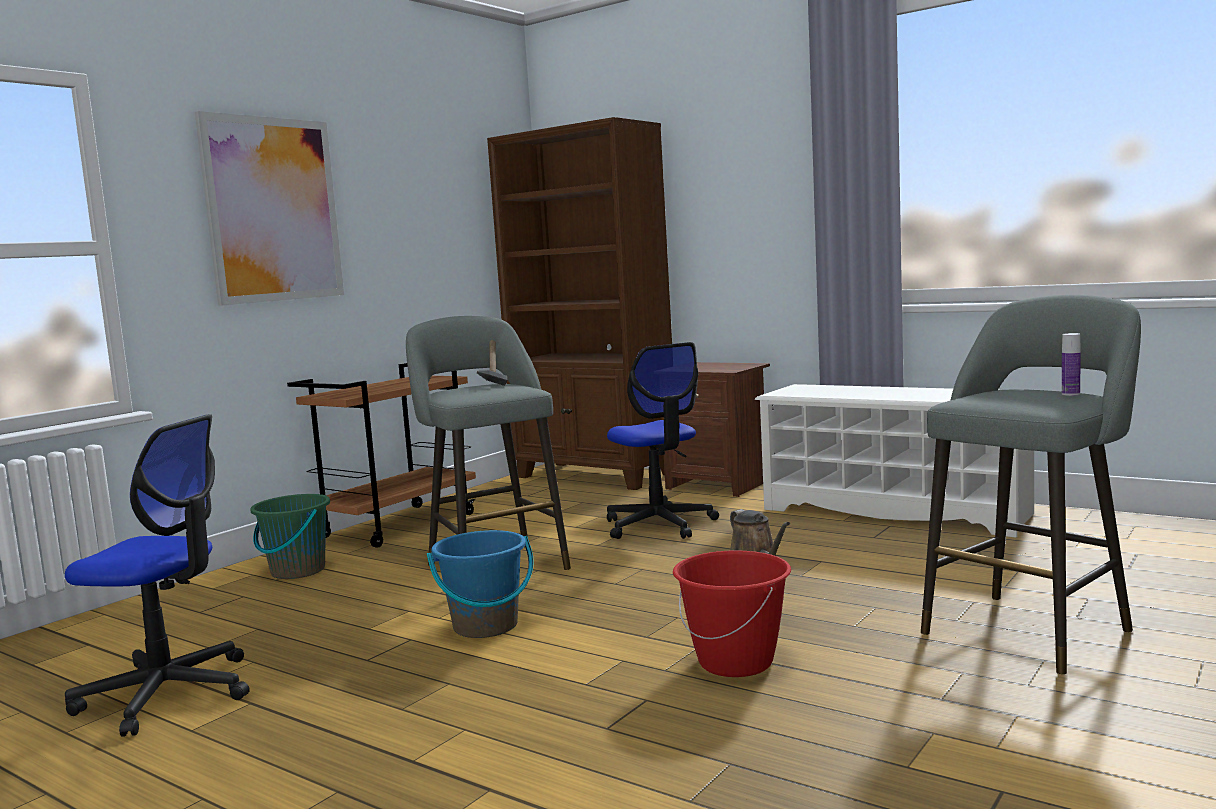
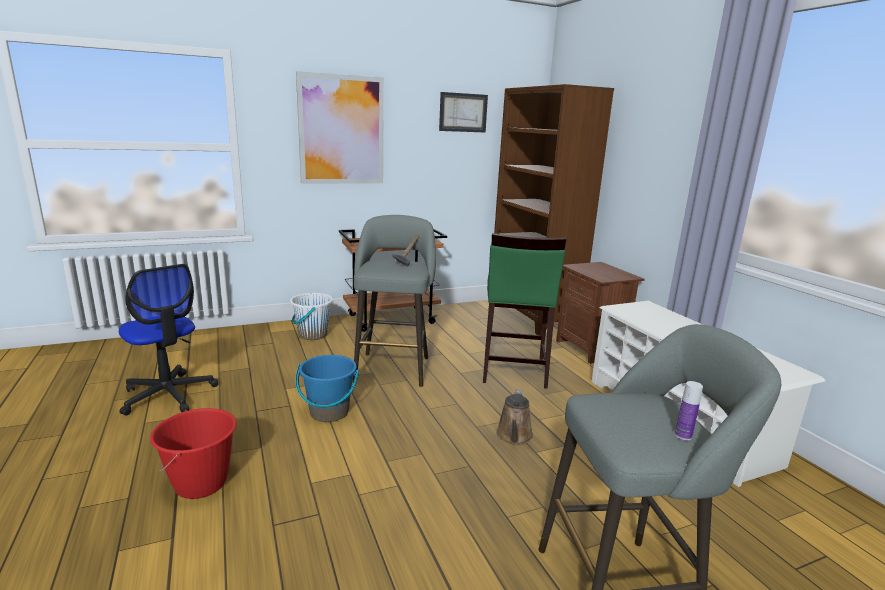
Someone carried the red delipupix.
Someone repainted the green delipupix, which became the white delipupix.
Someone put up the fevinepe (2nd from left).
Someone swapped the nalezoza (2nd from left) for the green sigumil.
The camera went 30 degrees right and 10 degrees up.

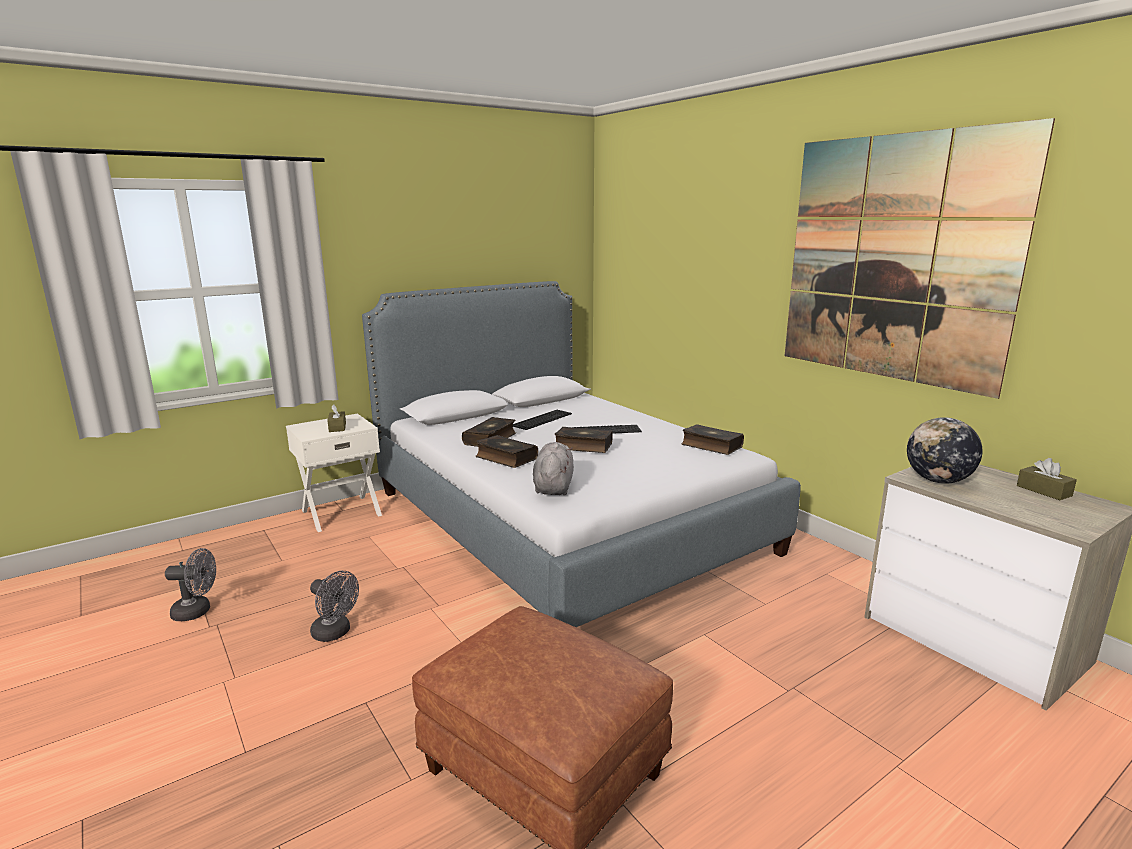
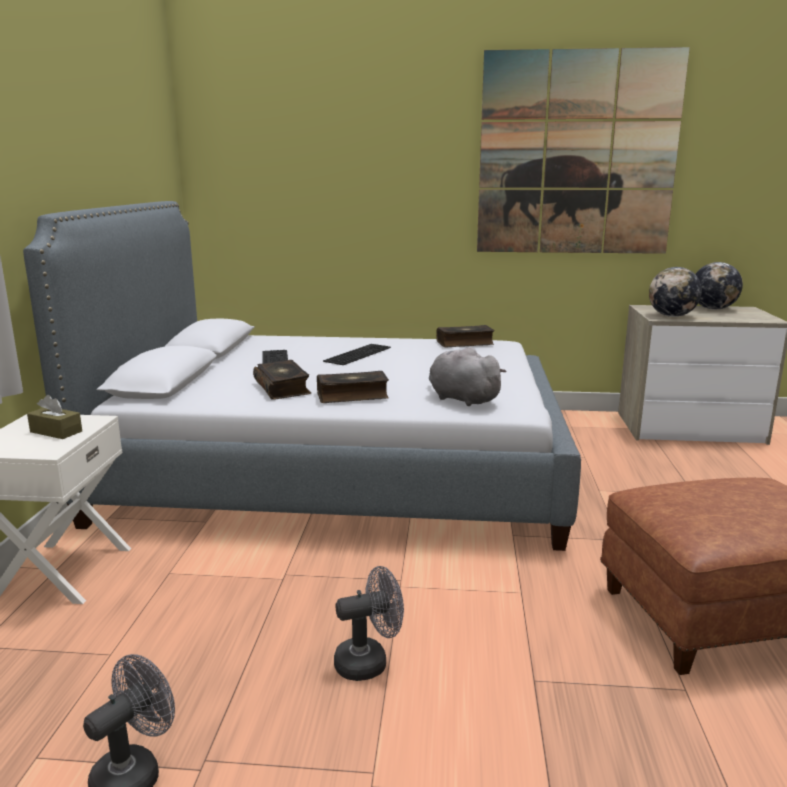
Someone swapped the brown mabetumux (2nd from left) for the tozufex (2nd from left).
Someone took away the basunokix (3rd from left).
The camera went 50 degrees left and 0 degrees up.

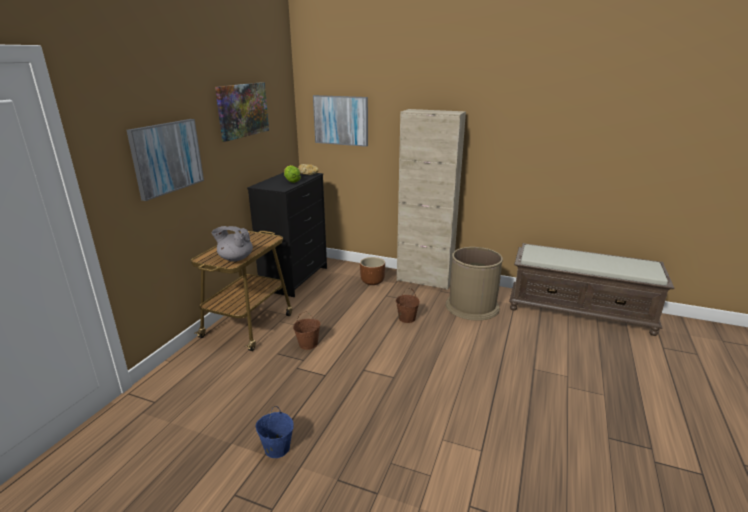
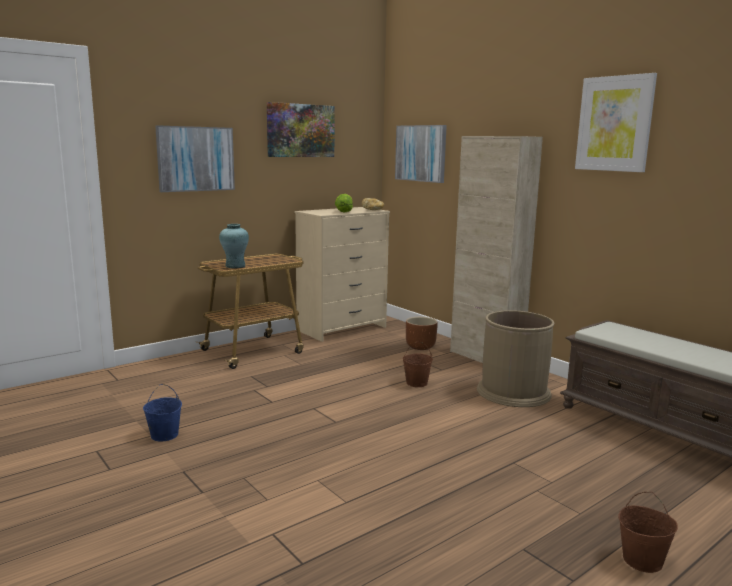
Someone swapped the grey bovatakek for the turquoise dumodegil.
Someone repainted the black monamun, which became the beige monamun.
Someone put up the fevinepe (4th from left).
Someone carried the brown delipupix (1st from left in the first image).
The camera went 30 degrees right and 10 degrees down.

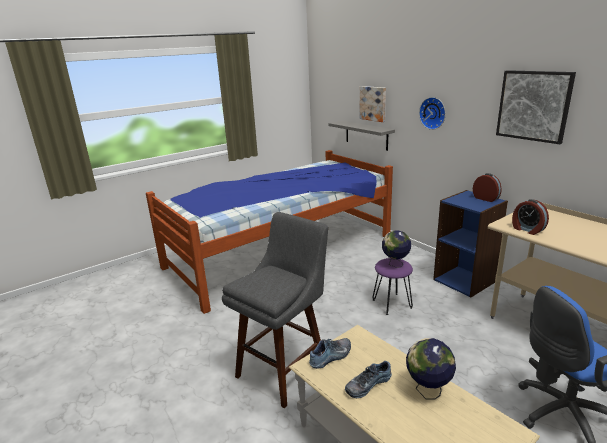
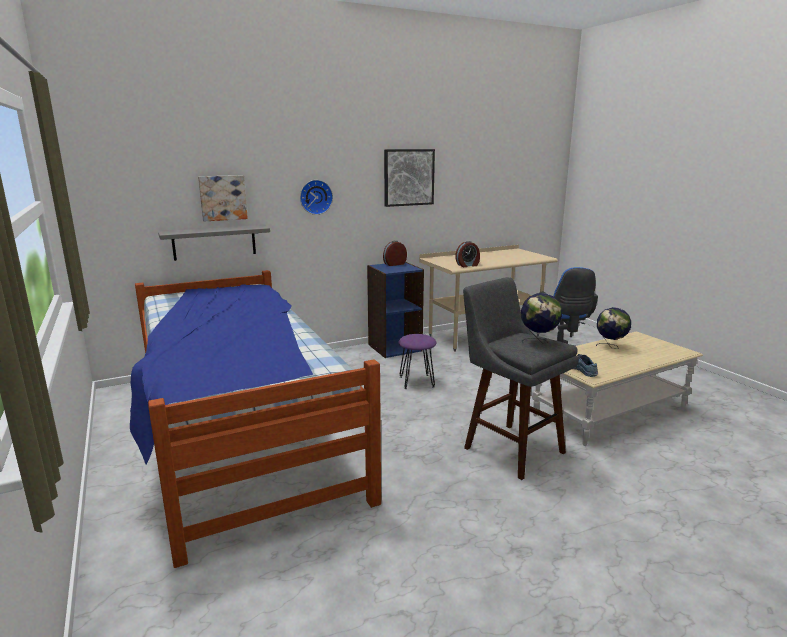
Someone carried the tozufex (1st from left).
Someone took away the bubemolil (2nd from left).
The camera went 80 degrees left and 5 degrees down.

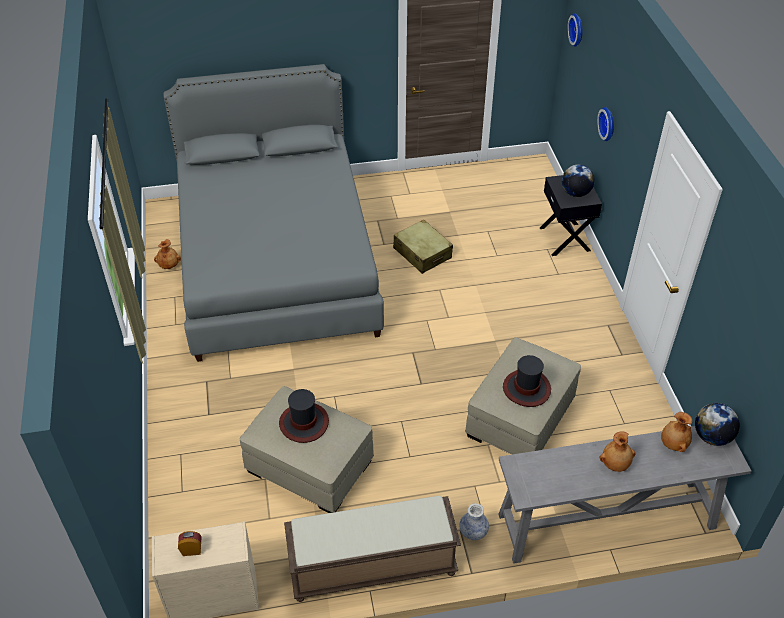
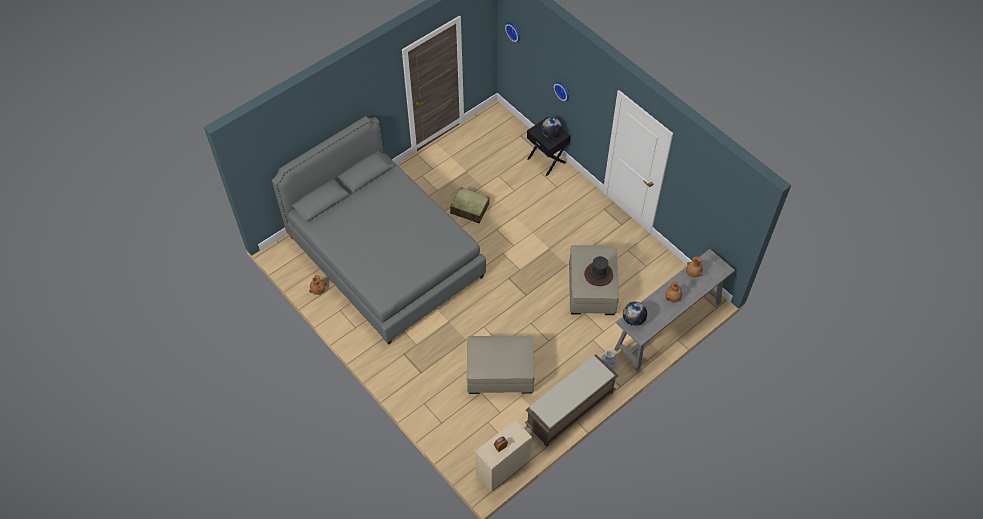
Someone carried the tozufex (2nd from left).
Someone took away the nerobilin (1st from left).
The camera went 30 degrees left and 10 degrees up.

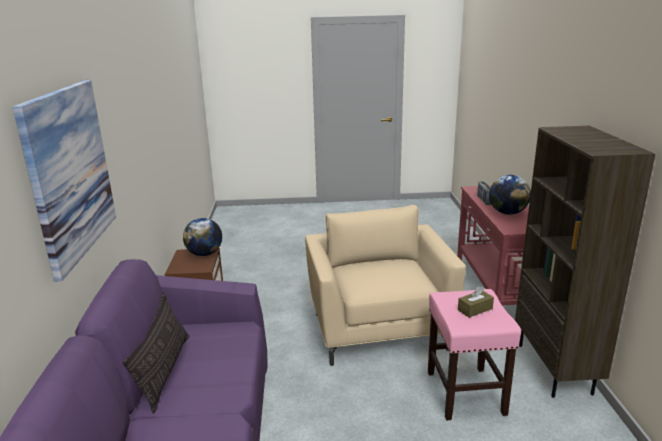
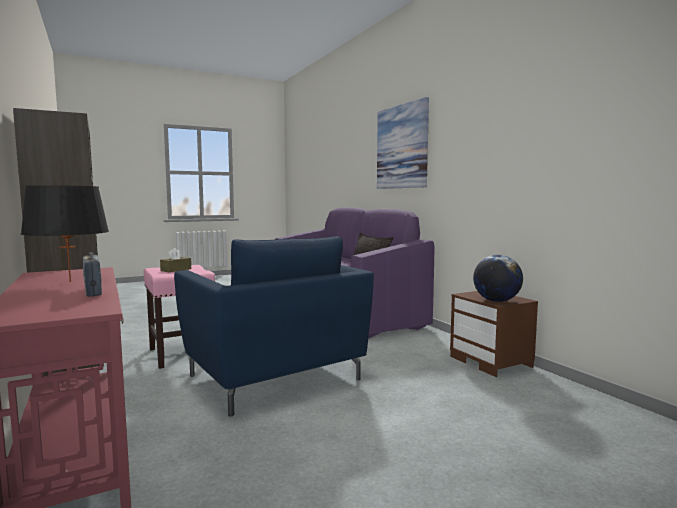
Someone swapped the tozufex (2nd from left) for the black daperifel.
Someone repainted the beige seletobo, which became the blue seletobo.
The camera went 155 degrees right and 15 degrees down.

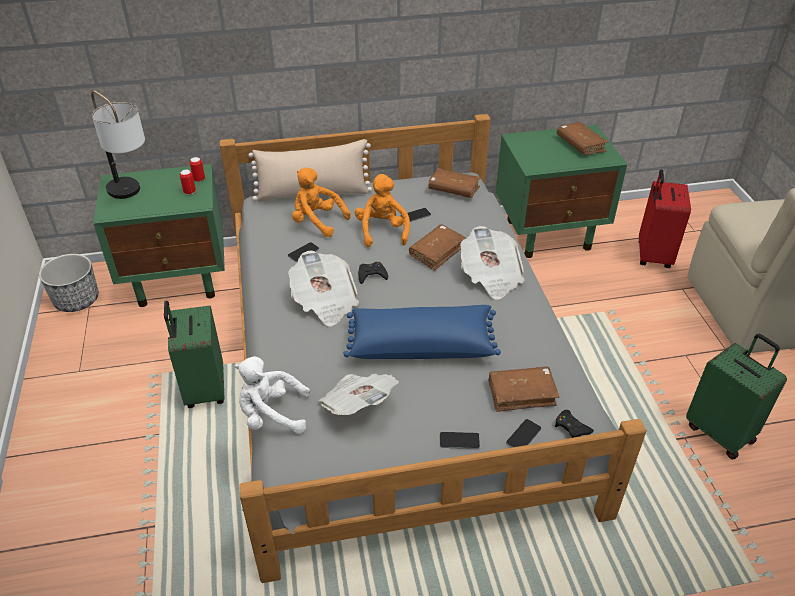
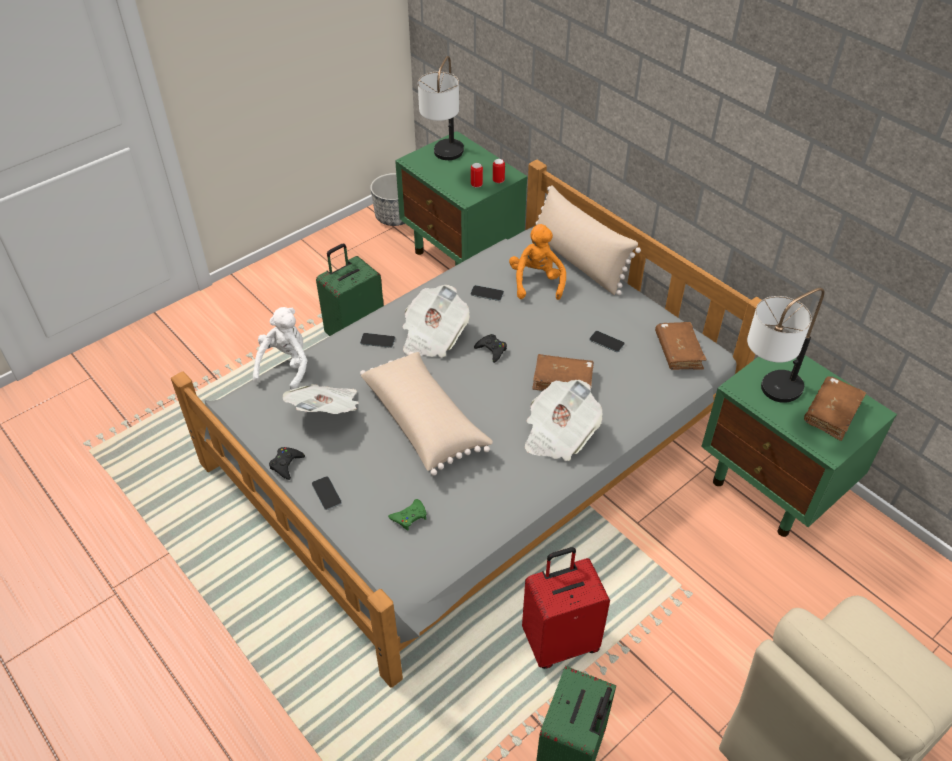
Someone rotated the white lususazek by 45 degrees clockwise.
Someone carried the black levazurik (2nd from left in the first image).
Someone carried the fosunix (4th from left in the first image).
Someone repainted the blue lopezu, which became the beige lopezu (1st from left).
Someone swapped the brown basunokix (3rd from left) for the green levazurik.
Someone carried the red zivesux.
Someone put down the daperifel (2nd from left).
Someone took away the orange lususazek (2nd from left).
The camera went 60 degrees right and 5 degrees up.

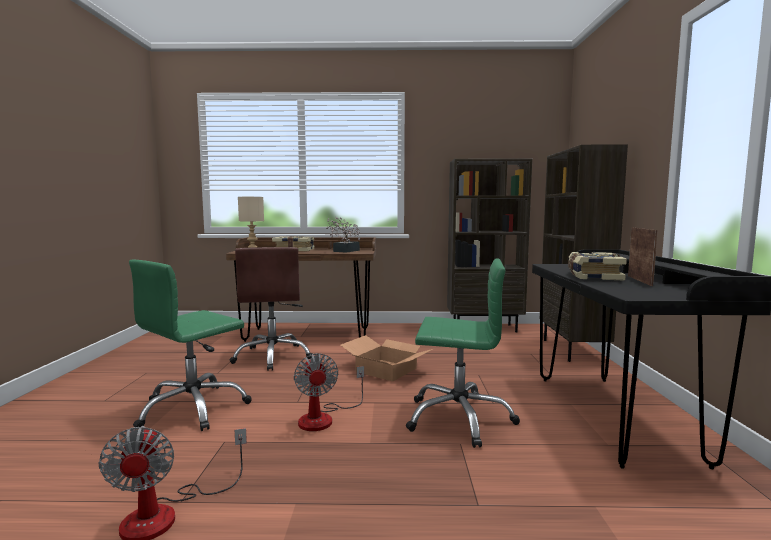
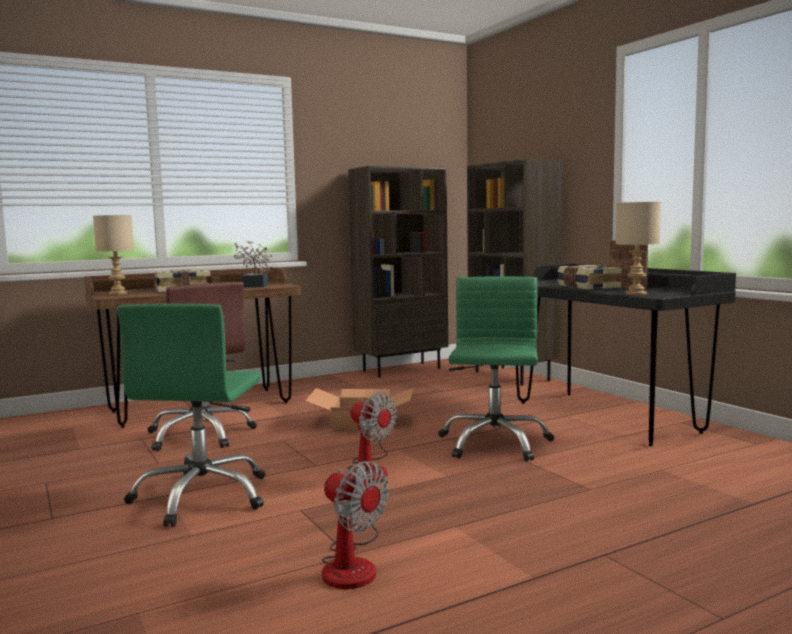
Someone rotated the green nalezoza (2nd from left) by 60 degrees counterclockwise.
Someone put down the beige daperifel (2nd from left).
The camera went 30 degrees left and 0 degrees up.

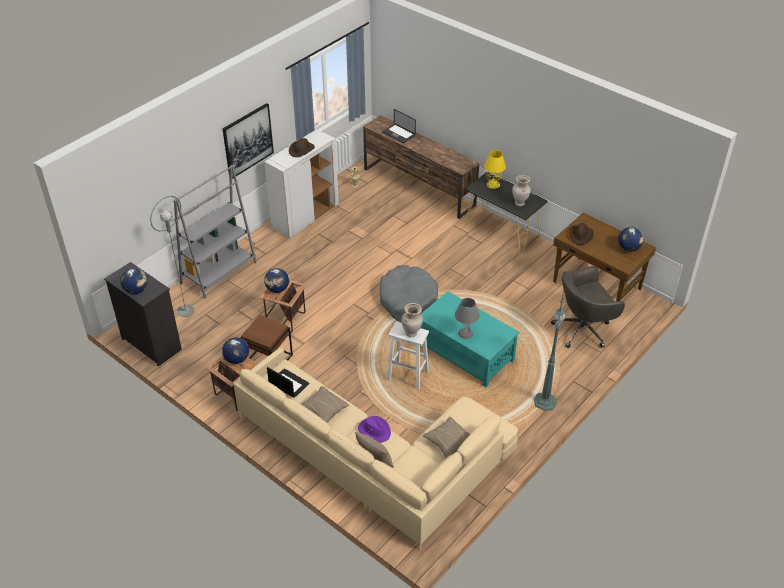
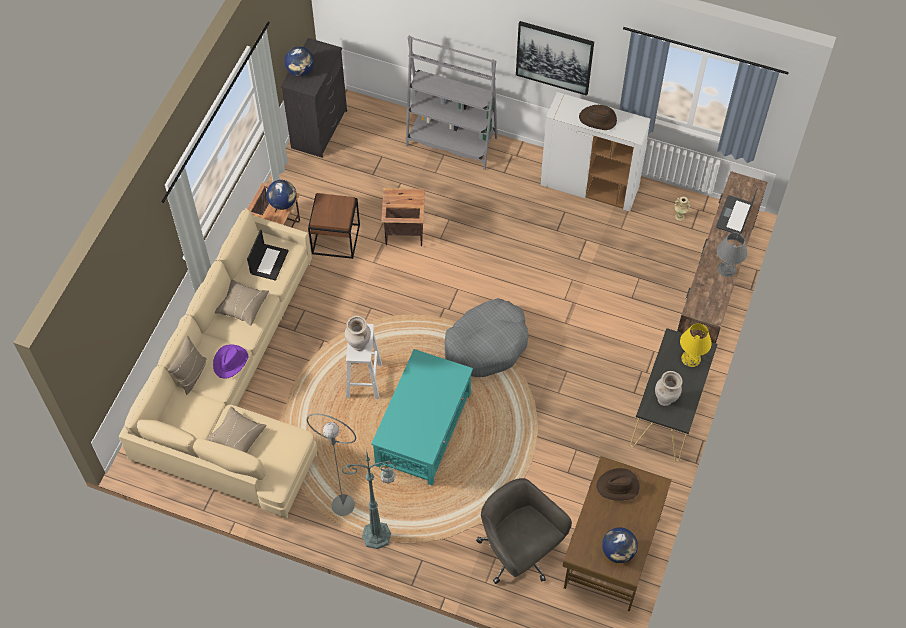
Someone carried the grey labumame.
Someone carried the grey daperifel.
Someone took away the tozufex (3rd from left).
The camera went 70 degrees right and 15 degrees up.

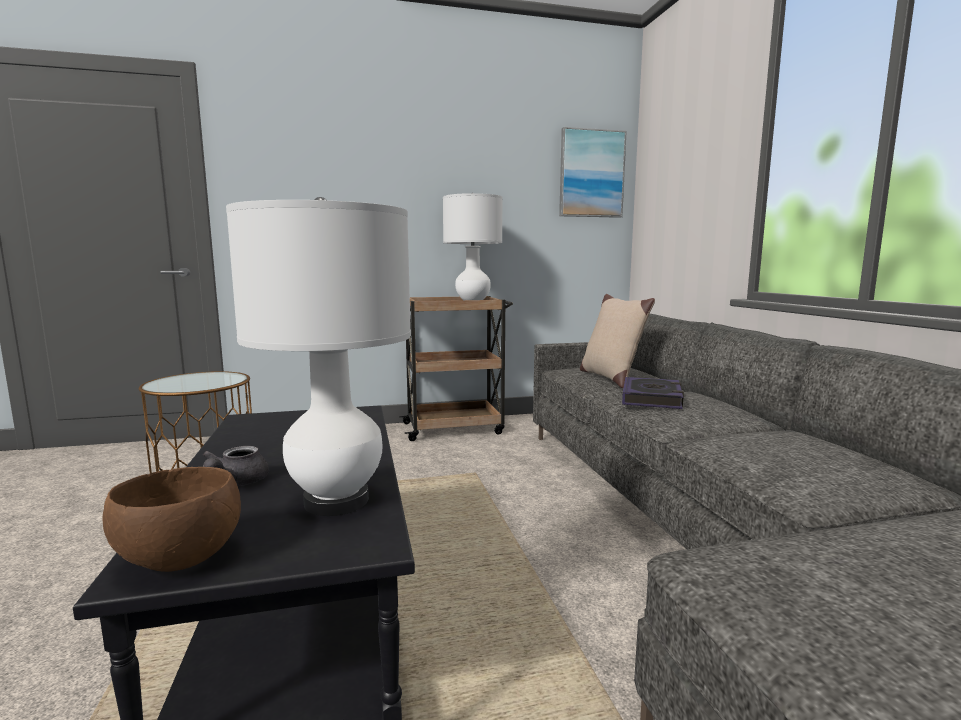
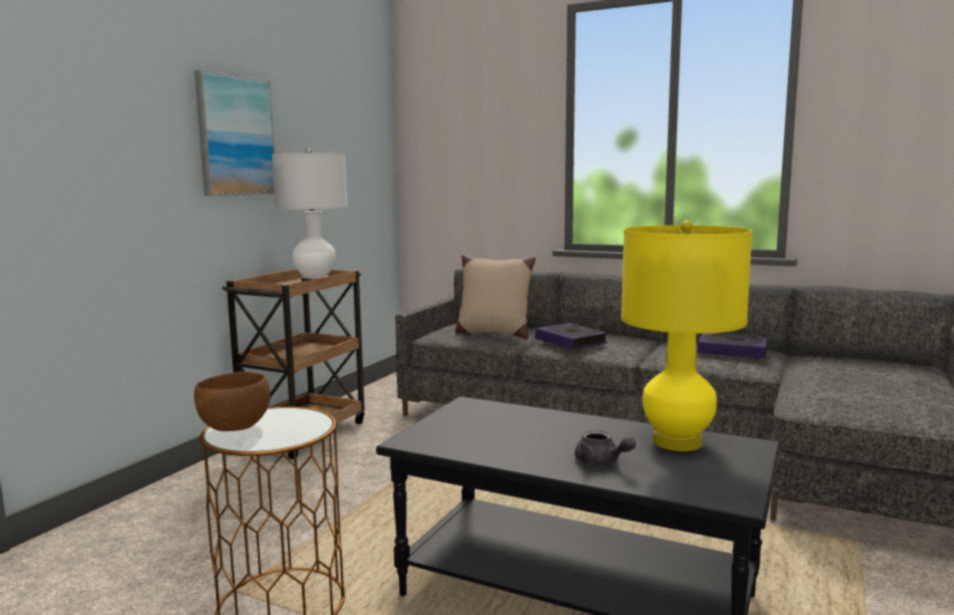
Someone carried the fevinepe.
Someone carried the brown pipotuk.
Someone repainted the white daperifel (1st from left), which became the yellow daperifel.
Someone put down the basunokix (2nd from left).
The camera went 50 degrees left and 0 degrees up.

